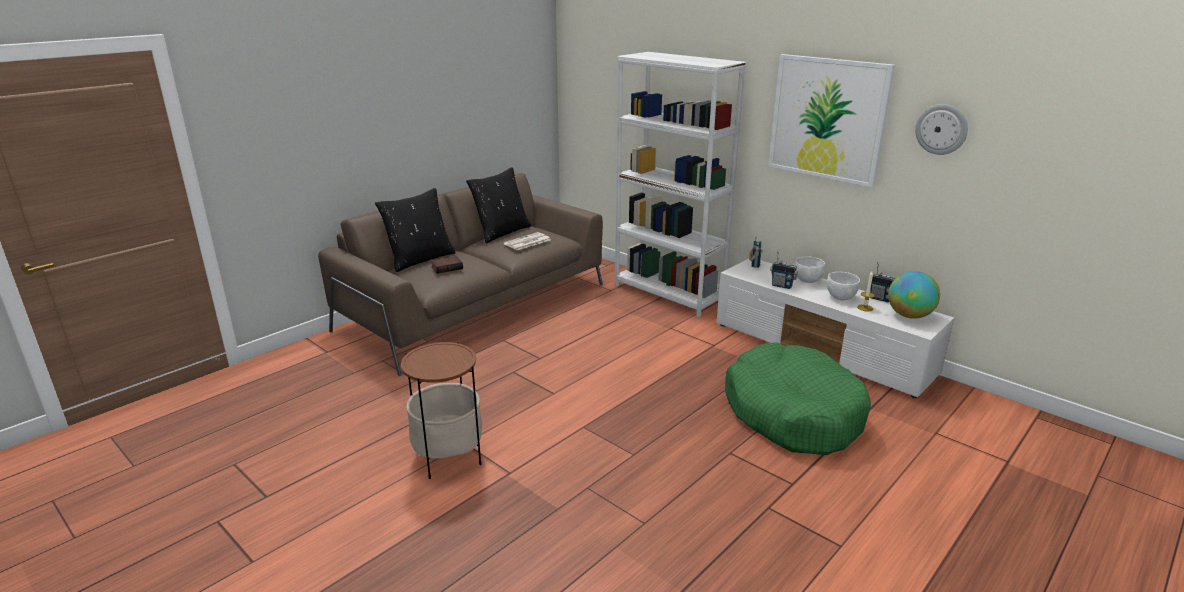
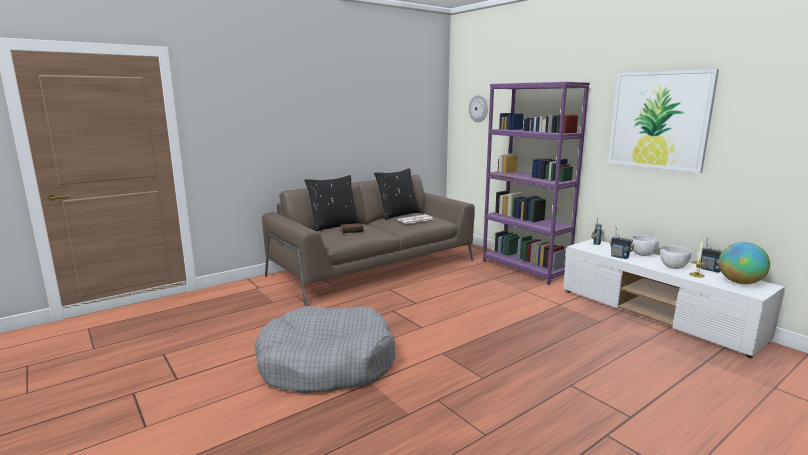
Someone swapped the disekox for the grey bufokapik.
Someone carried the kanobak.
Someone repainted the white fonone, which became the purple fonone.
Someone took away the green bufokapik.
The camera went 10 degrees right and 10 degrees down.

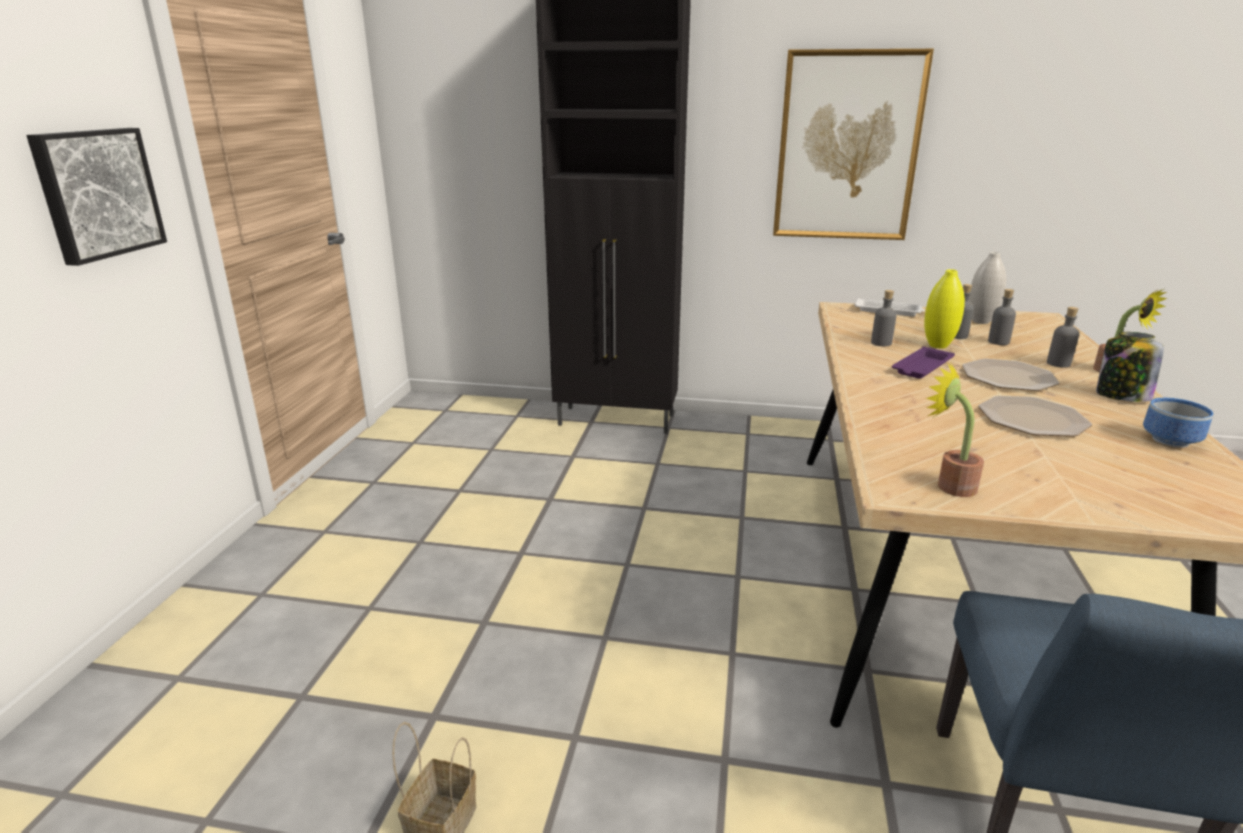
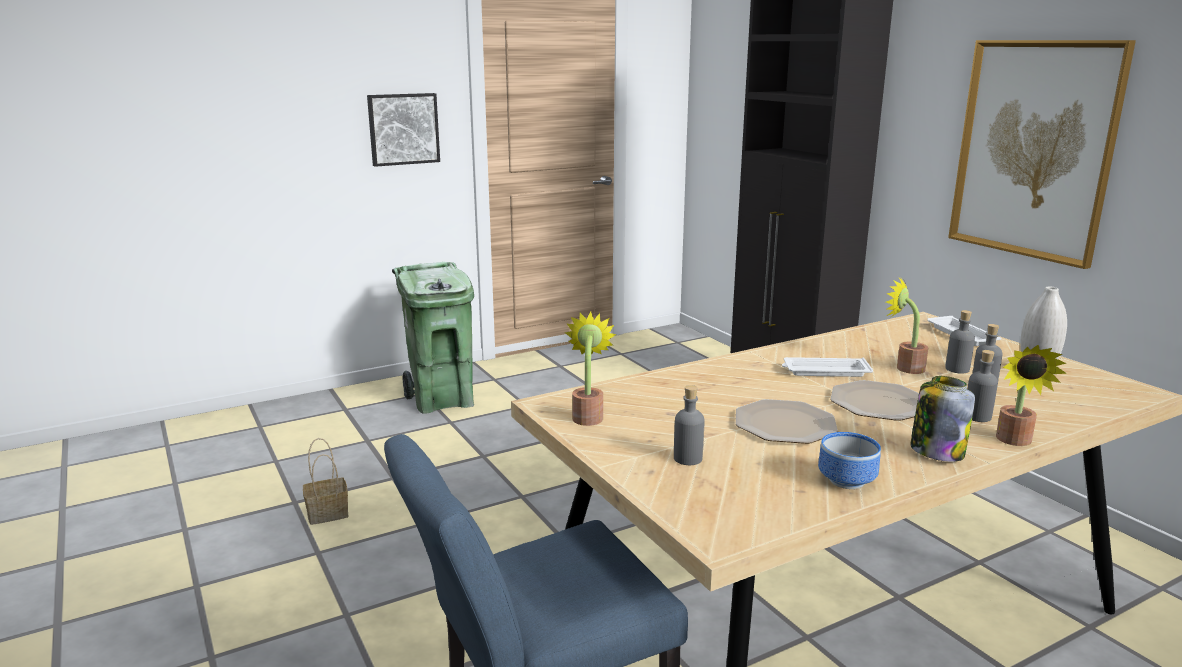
Someone put down the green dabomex.
Someone carried the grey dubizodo (1st from left).
Someone repainted the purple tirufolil, which became the white tirufolil (1st from left).
Someone swapped the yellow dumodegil for the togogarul (2nd from left).
The camera went 50 degrees right and 5 degrees down.

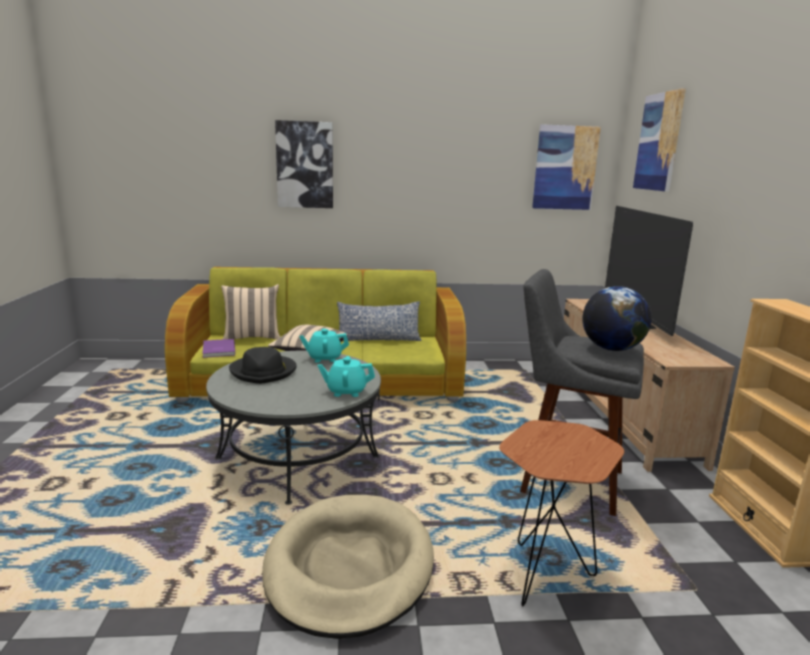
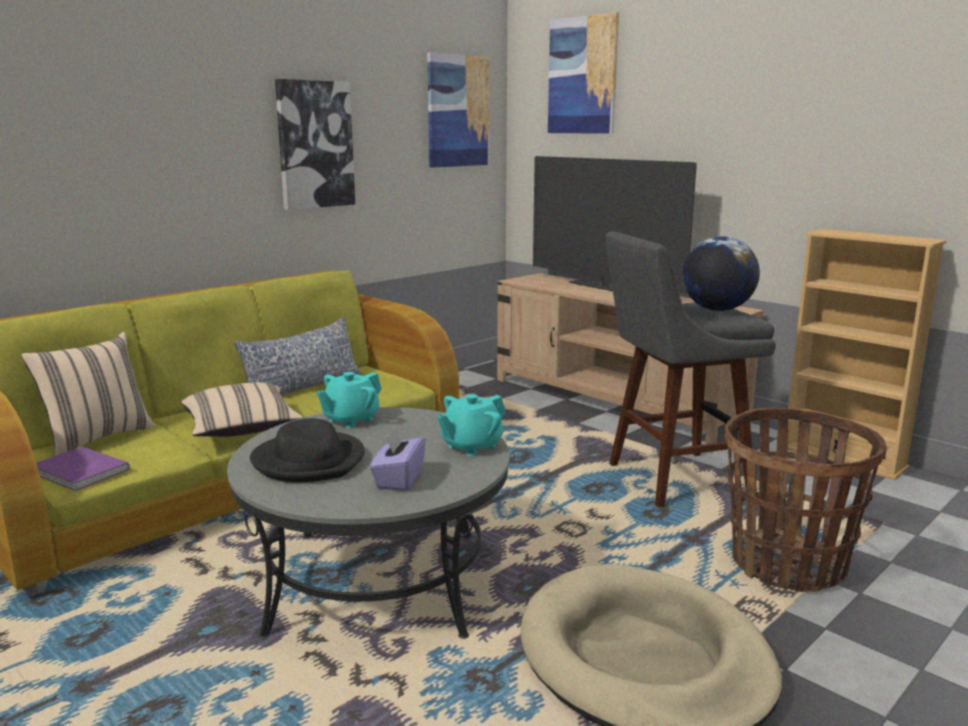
Someone carried the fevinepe (1st from left).
Someone put down the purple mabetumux.
Someone swapped the brown disekox for the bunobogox.
The camera went 40 degrees left and 0 degrees up.

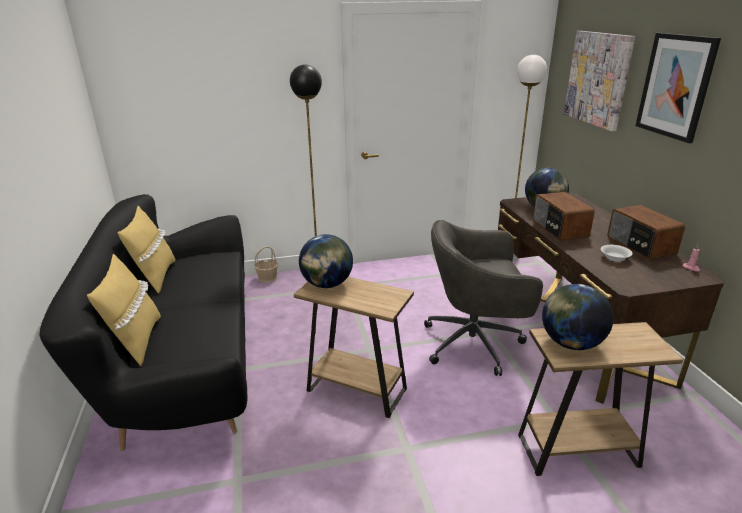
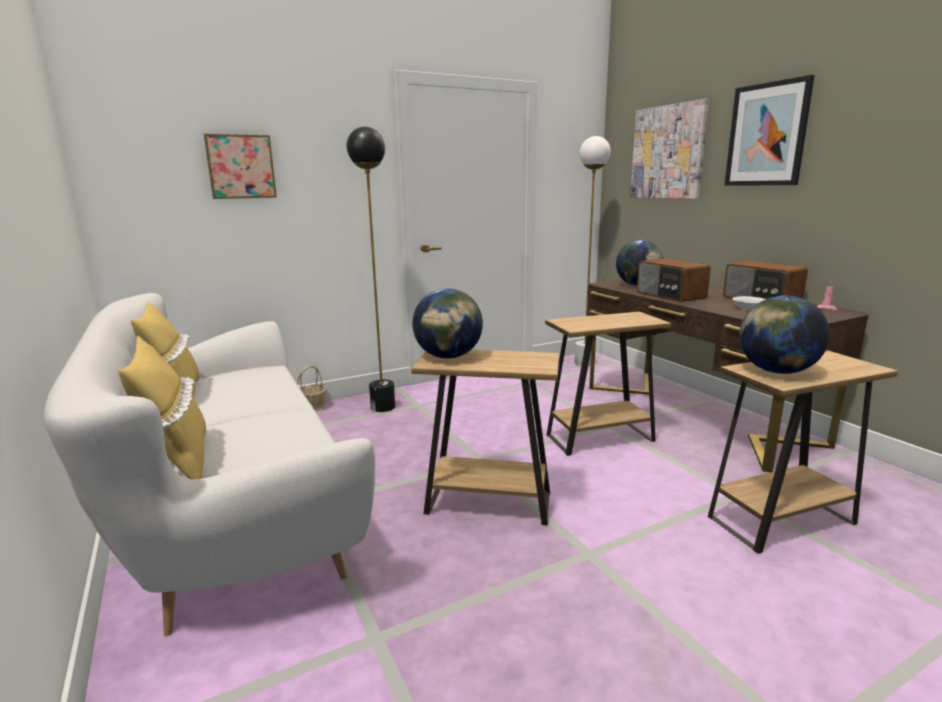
Someone repainted the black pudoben, which became the white pudoben.
Someone put up the fevinepe (1st from left).
Someone swapped the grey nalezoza for the brown disekox (2nd from left).
The camera went 15 degrees left and 10 degrees down.

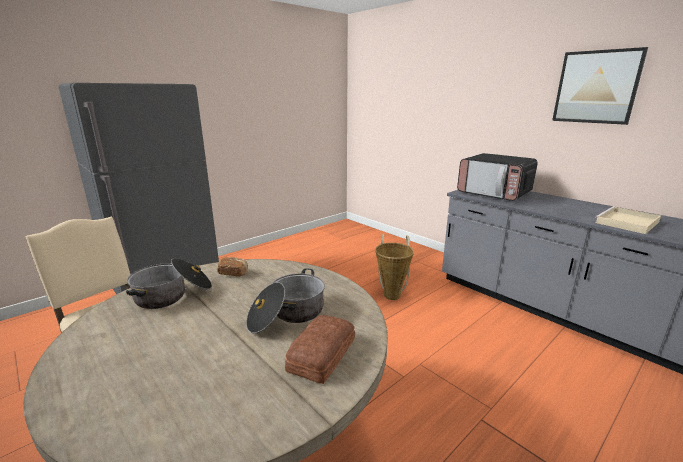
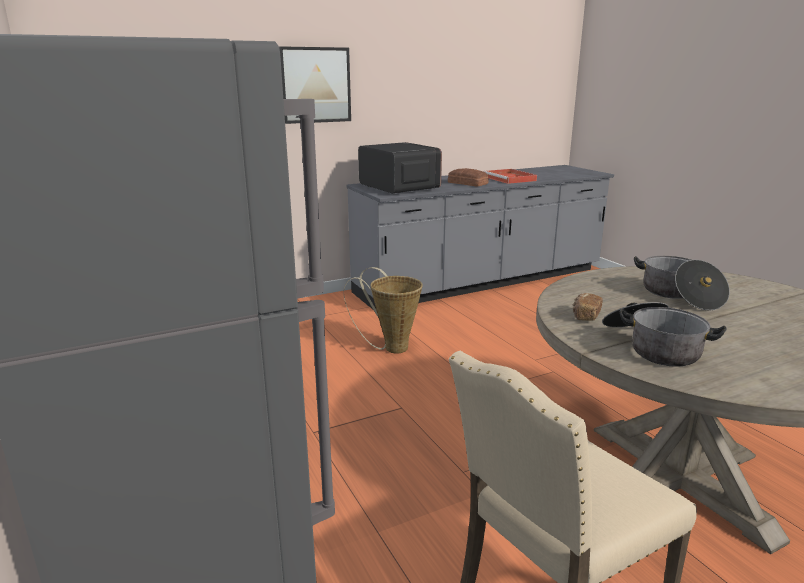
Someone carried the fevinepe.
Someone rotated the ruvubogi by 90 degrees counterclockwise.
Someone carried the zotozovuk (2nd from left in the first image).
Someone repainted the beige tirufolil, which became the red tirufolil.
The camera went 75 degrees left and 0 degrees up.

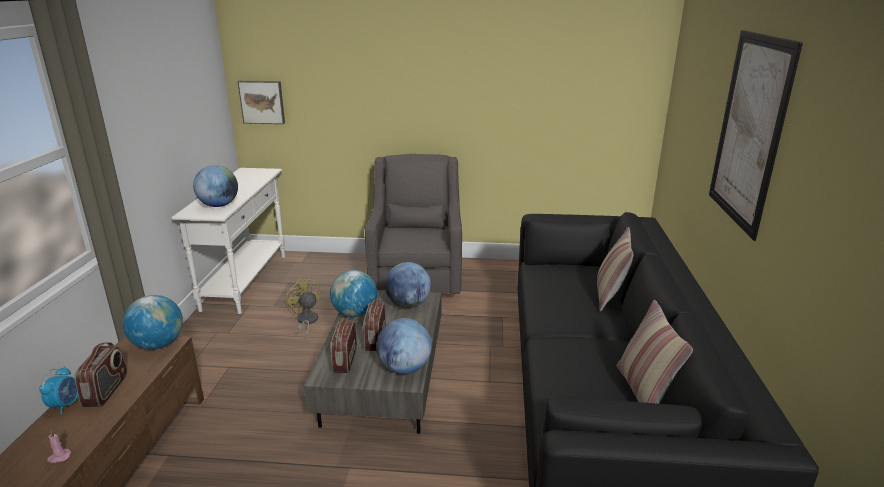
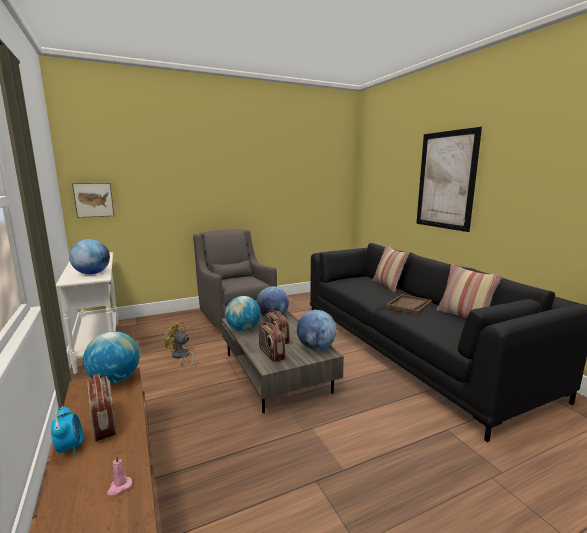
Someone put down the brown tirufolil.
The camera went 30 degrees left and 10 degrees down.

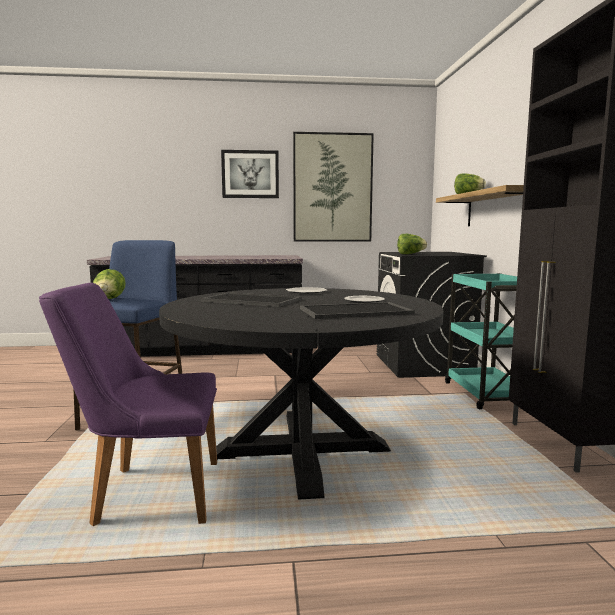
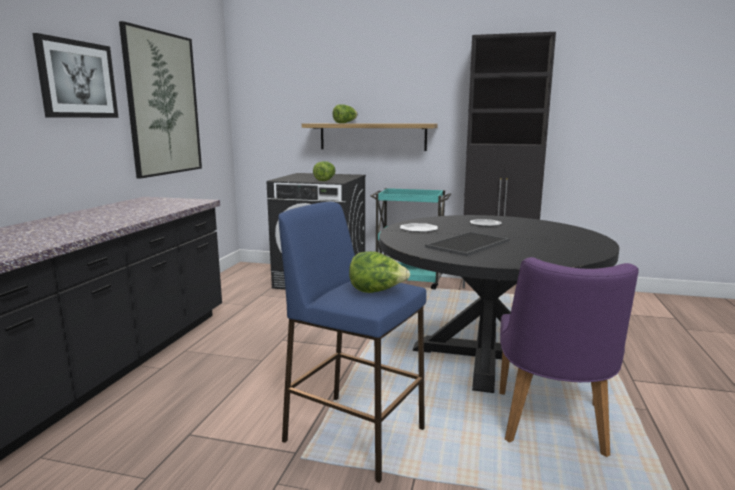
Someone took away the tirufolil (2nd from left).
The camera went 70 degrees left and 5 degrees up.

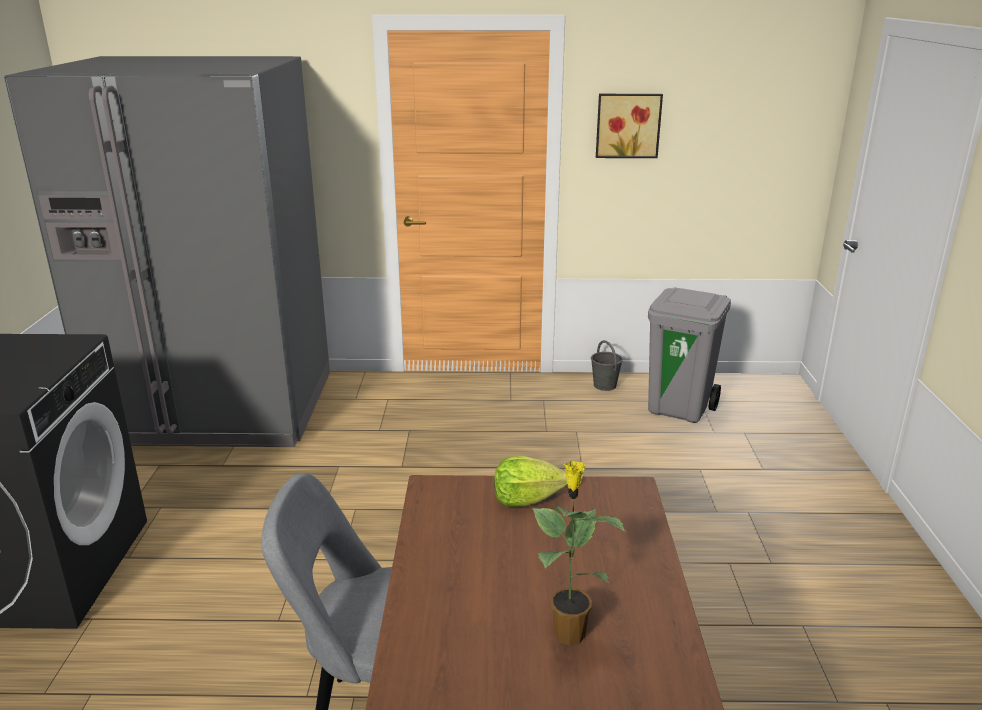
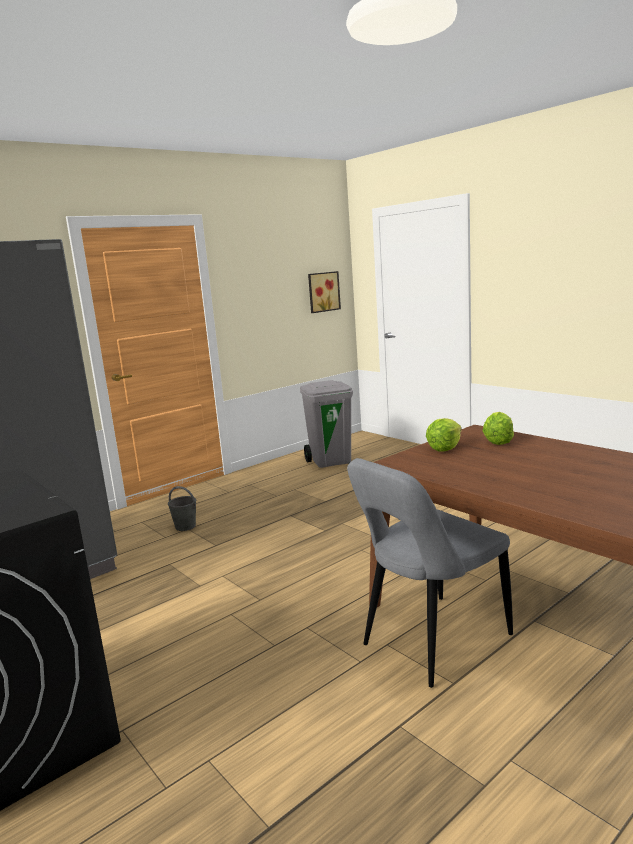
Someone carried the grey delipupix.
Someone carried the fevinepe.
Someone put down the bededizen (2nd from left).
Someone took away the togogarul.
The camera went 40 degrees left and 10 degrees down.

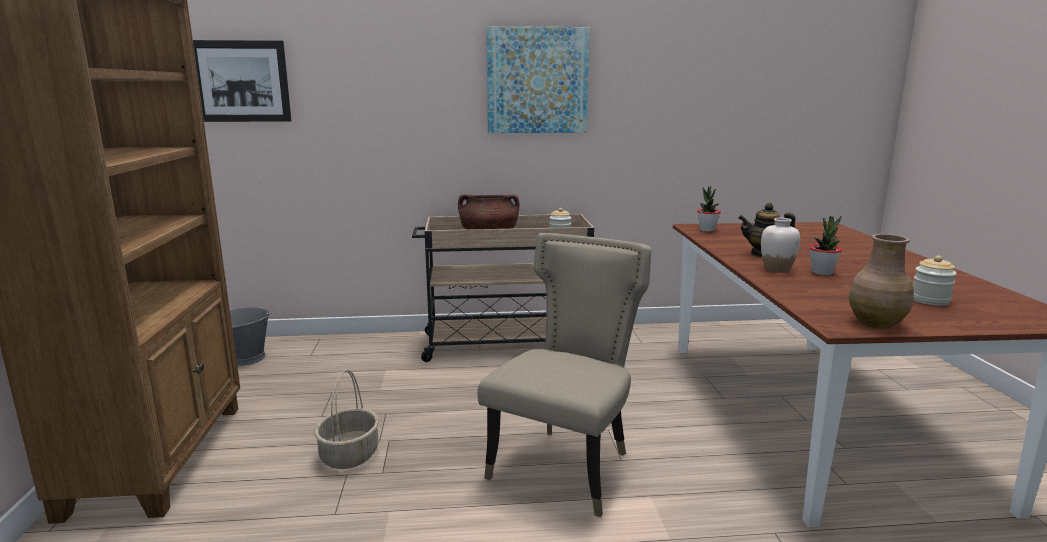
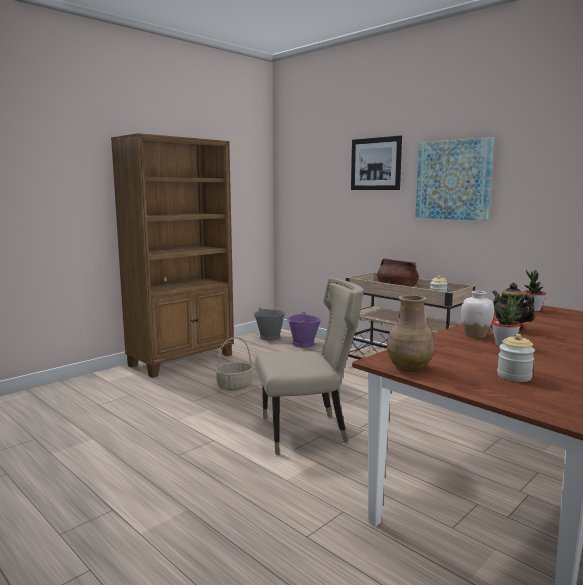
Someone put down the purple delipupix.
Someone carried the fevinepe (1st from left).
The camera went 50 degrees right and 5 degrees down.

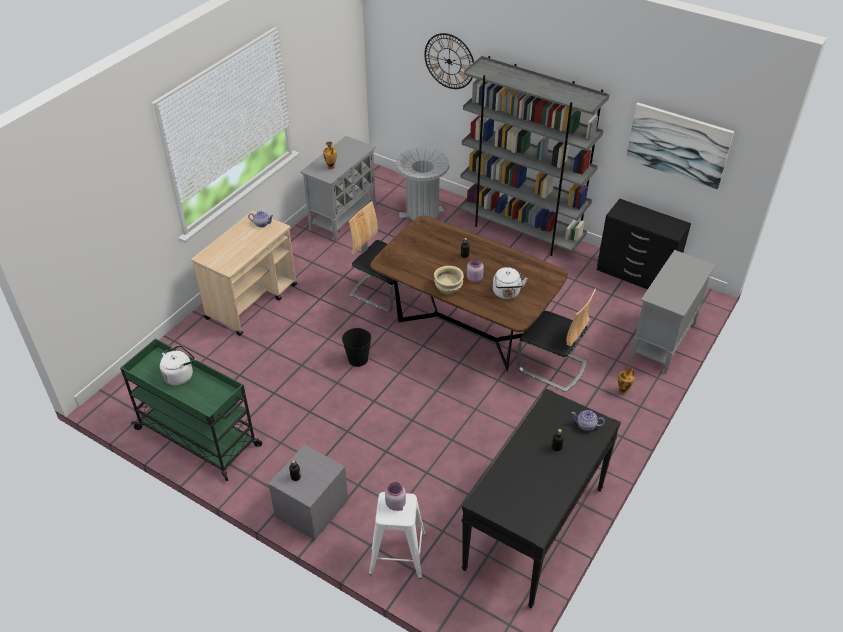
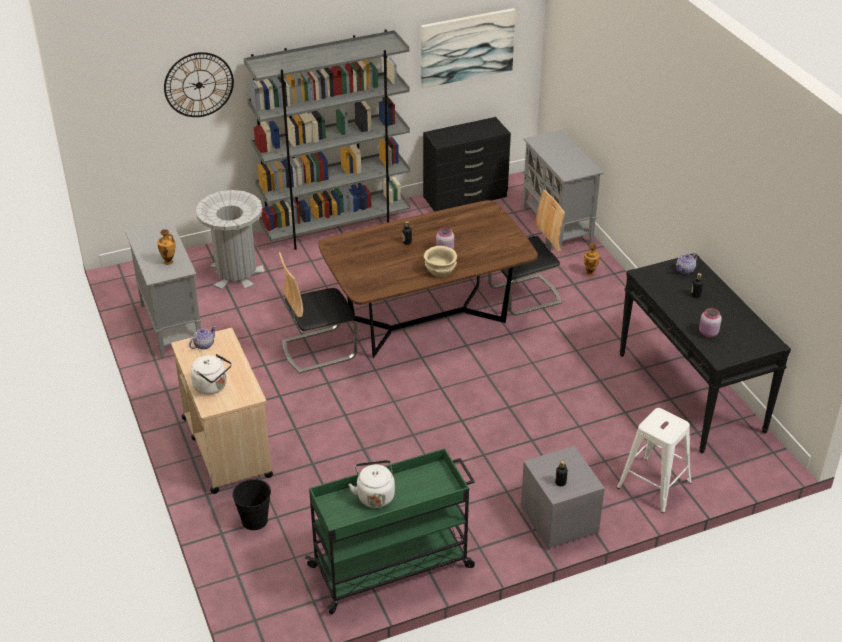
Someone carried the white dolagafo (2nd from left in the first image).
Someone carried the black delipupix.
Someone carried the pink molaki (1st from left in the first image).
The camera went 55 degrees left and 5 degrees down.

